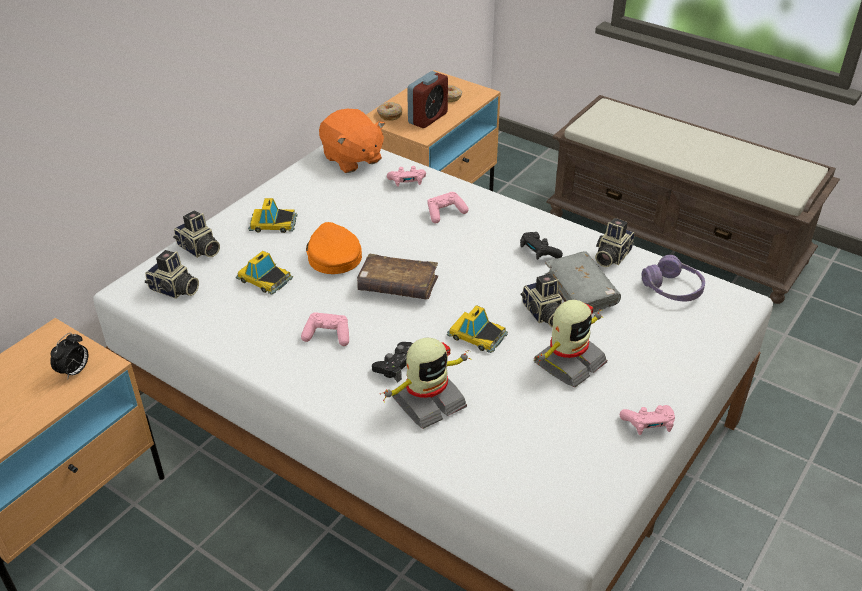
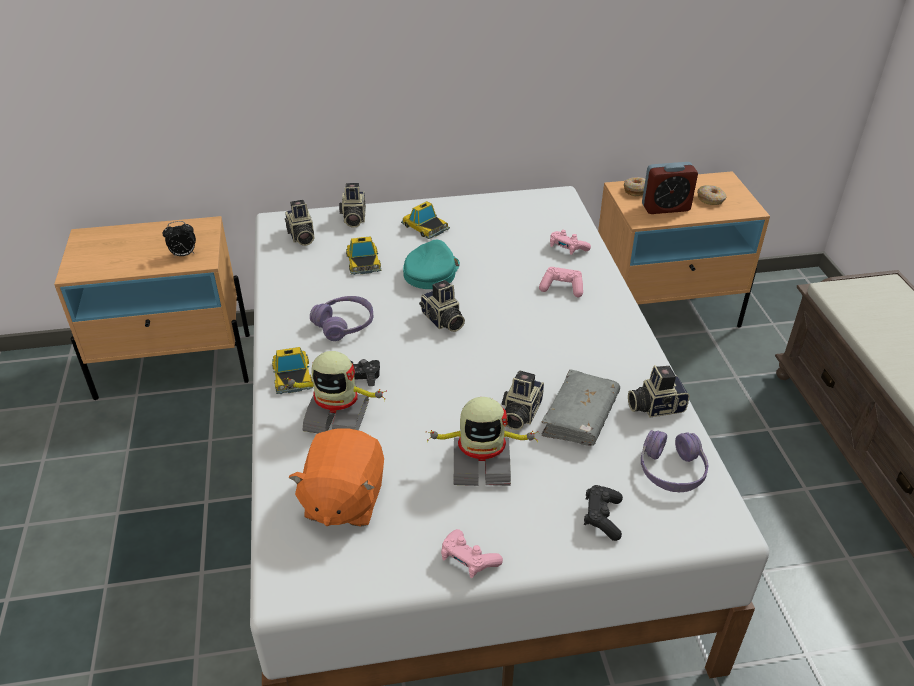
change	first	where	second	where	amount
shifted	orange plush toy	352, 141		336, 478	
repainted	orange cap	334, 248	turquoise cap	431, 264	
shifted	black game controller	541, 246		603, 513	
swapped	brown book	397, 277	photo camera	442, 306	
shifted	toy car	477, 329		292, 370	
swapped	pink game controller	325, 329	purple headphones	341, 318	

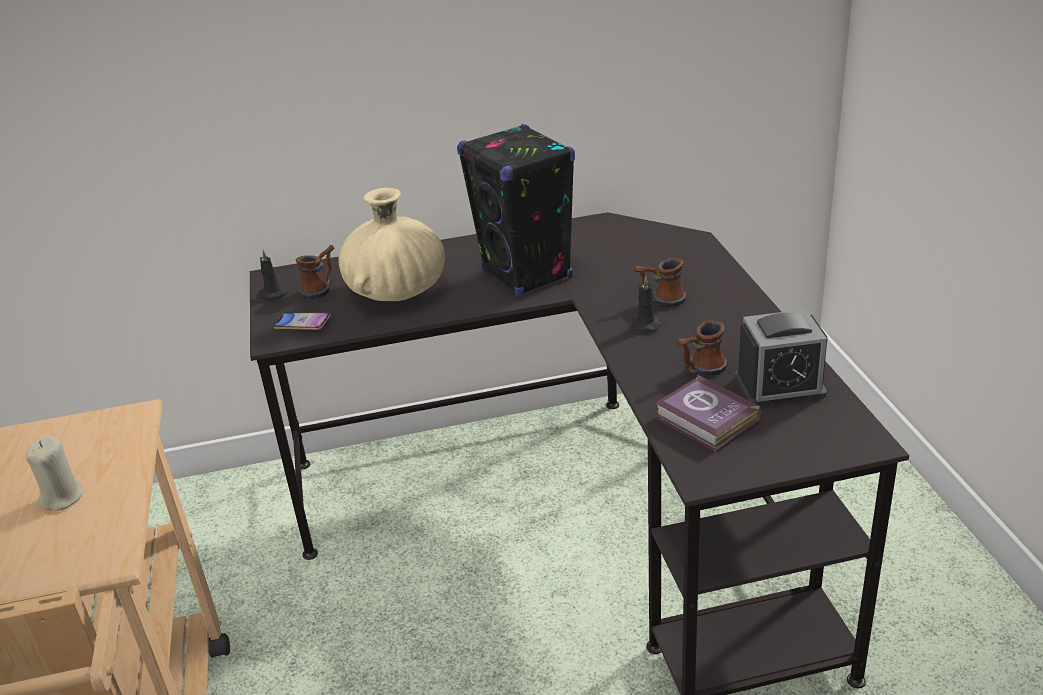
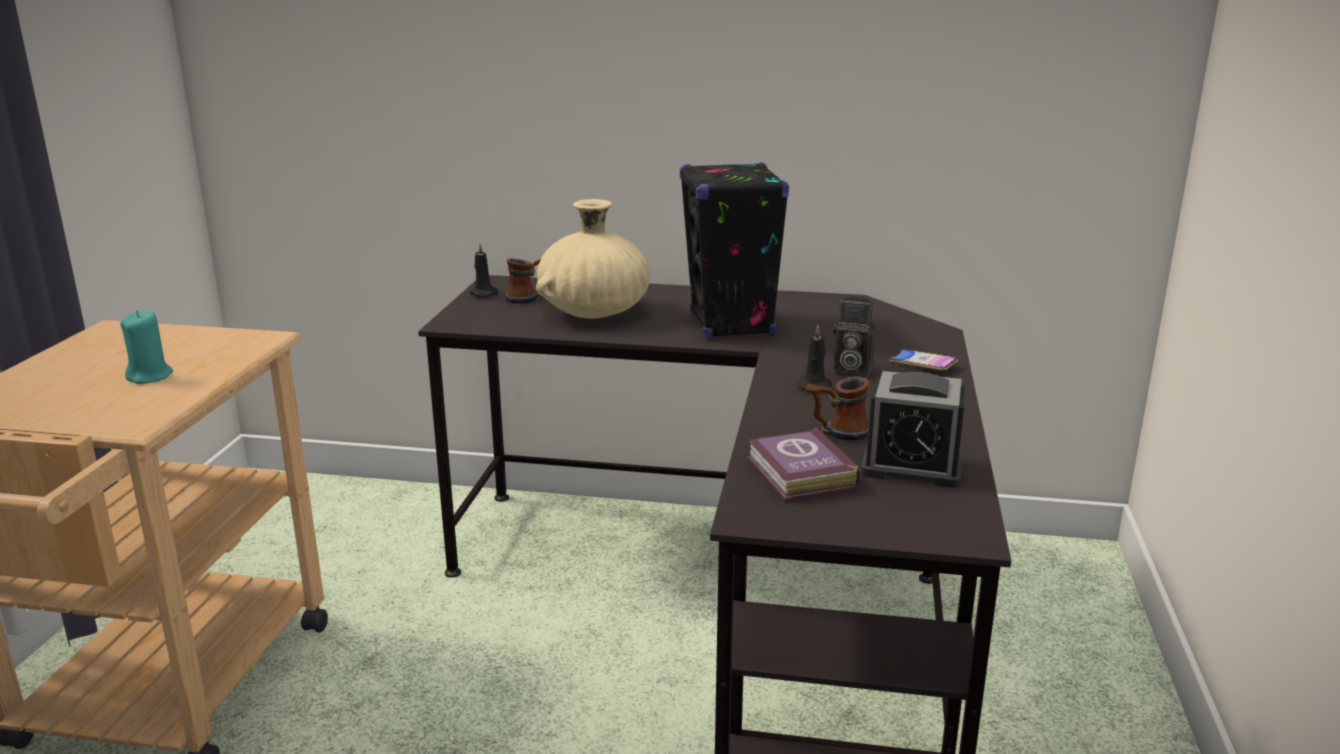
change	first	where	second	where	amount
swapped	mug	660, 282	photo camera	854, 337	
shifted	phone	302, 321		923, 360	
repainted	beige candle	54, 473	turquoise candle	146, 347	

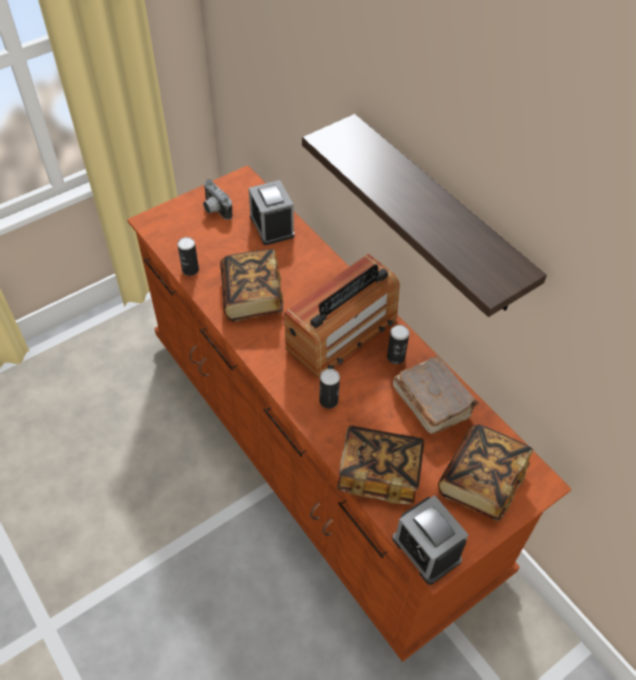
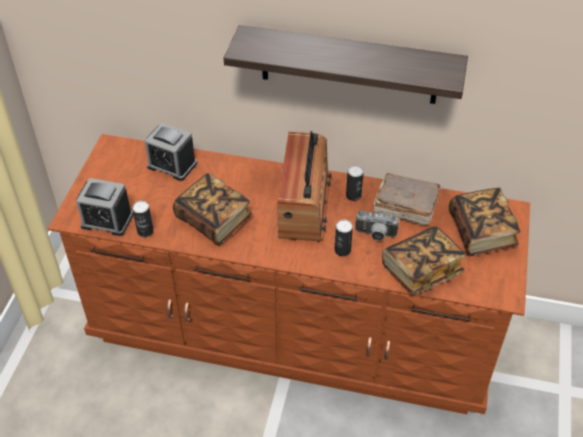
change	first	where	second	where	amount
shifted	photo camera	217, 199		377, 225	
shifted	alarm clock	430, 540		104, 207	

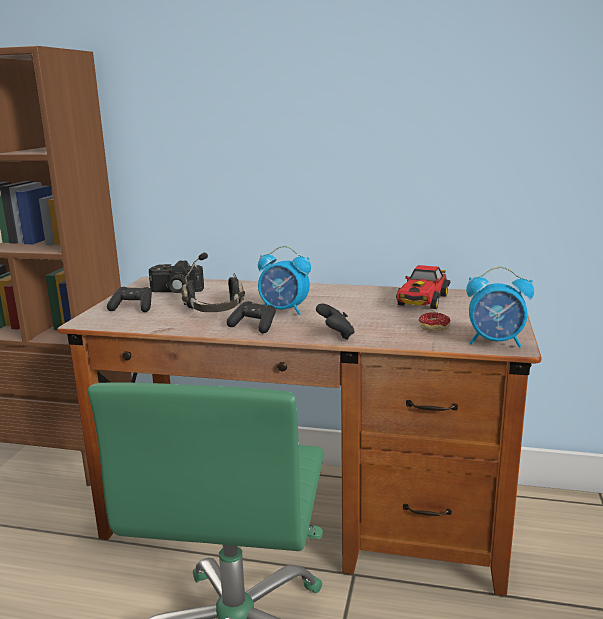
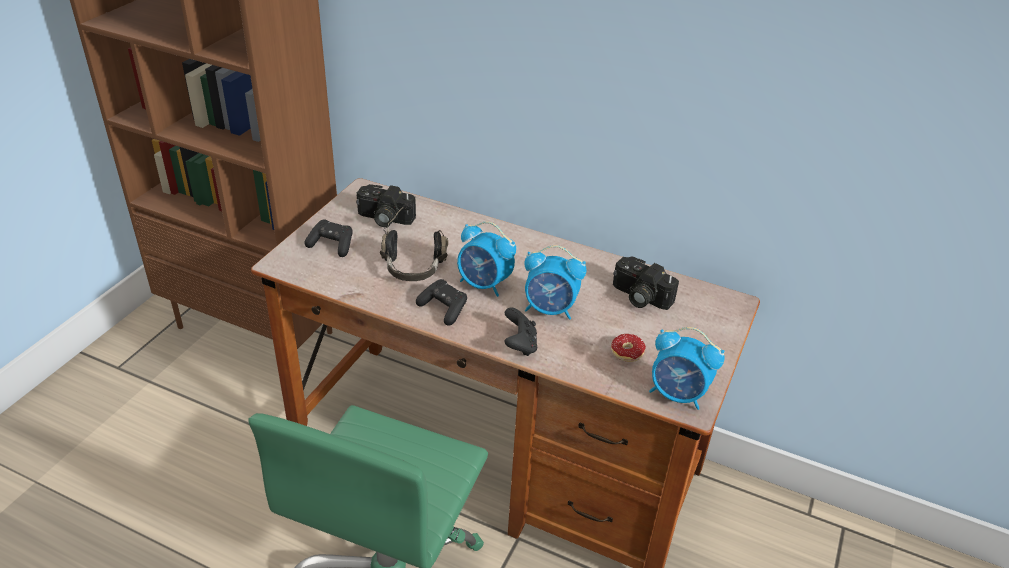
change	first	where	second	where	amount
swapped	toy car	423, 287	photo camera	646, 283	
new			alarm clock	555, 282	

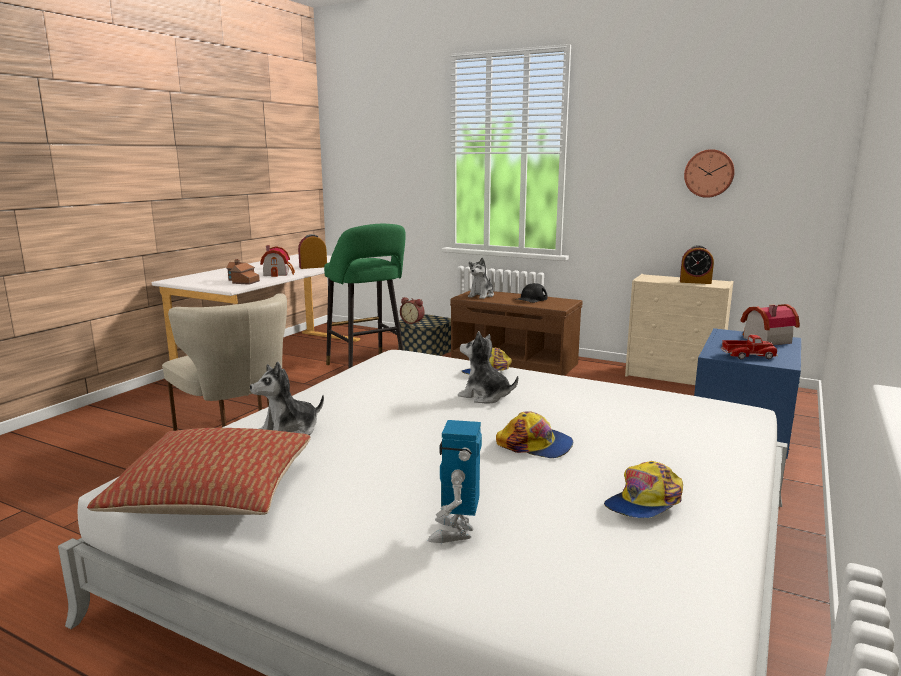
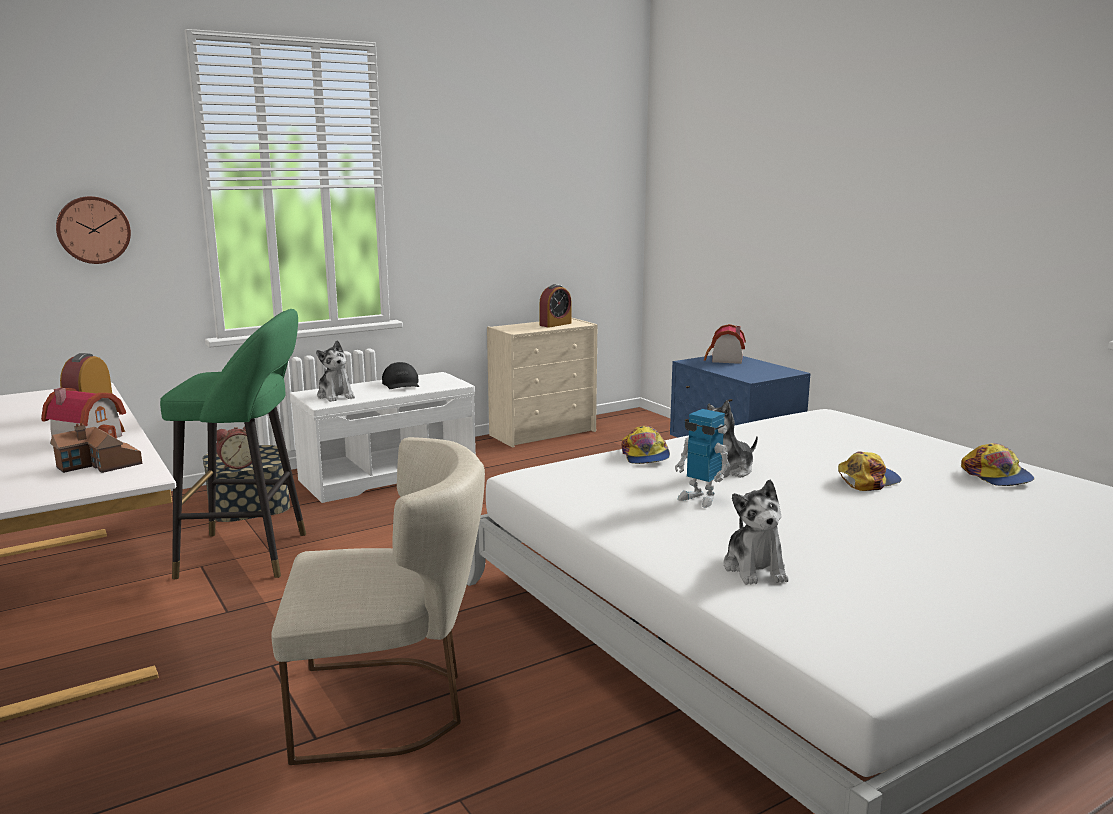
change	first	where	second	where	amount
shifted	wall clock	709, 173		93, 230	
repainted	brown bench	516, 333	white bench	383, 437	
gone	toy truck	749, 347			
shifted	toy robot	455, 481		702, 458	
gone	pillow	199, 471			

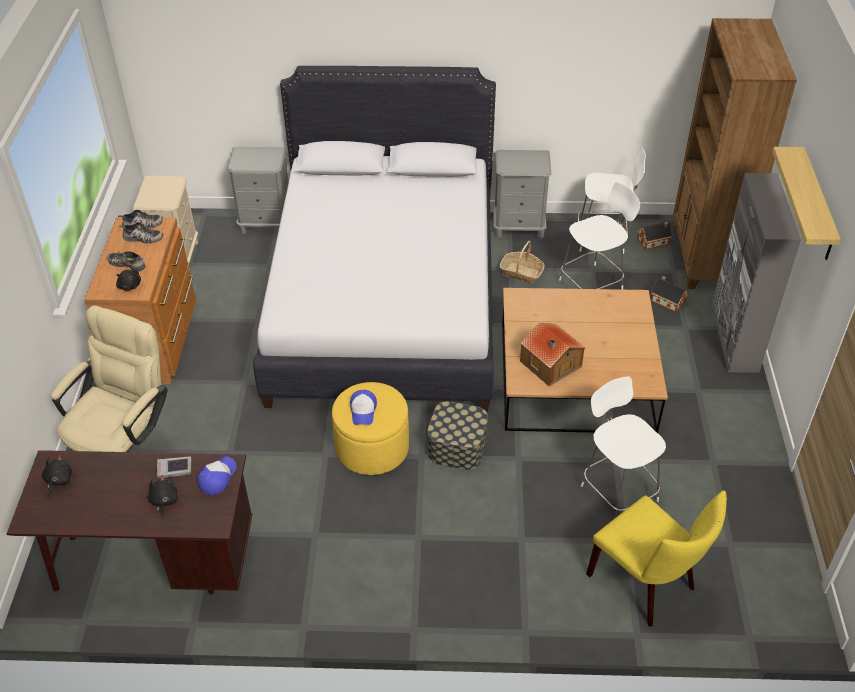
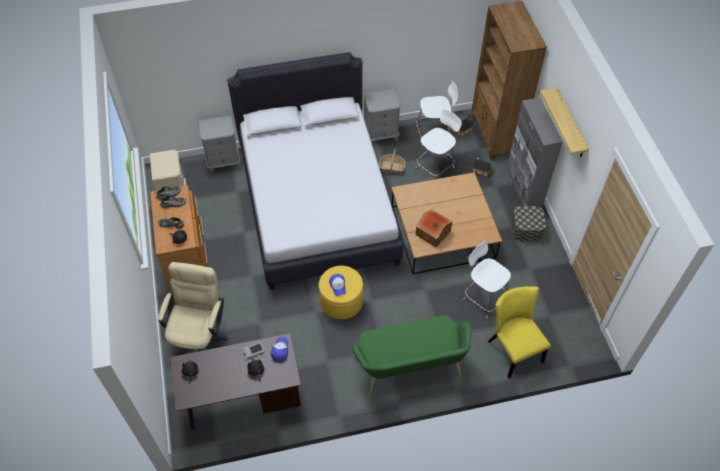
change	first	where	second	where	amount
shifted	storage box	457, 435		528, 224	
rotated	yellow chair	656, 559		519, 332	150 degrees counterclockwise
new			green bench	411, 356	

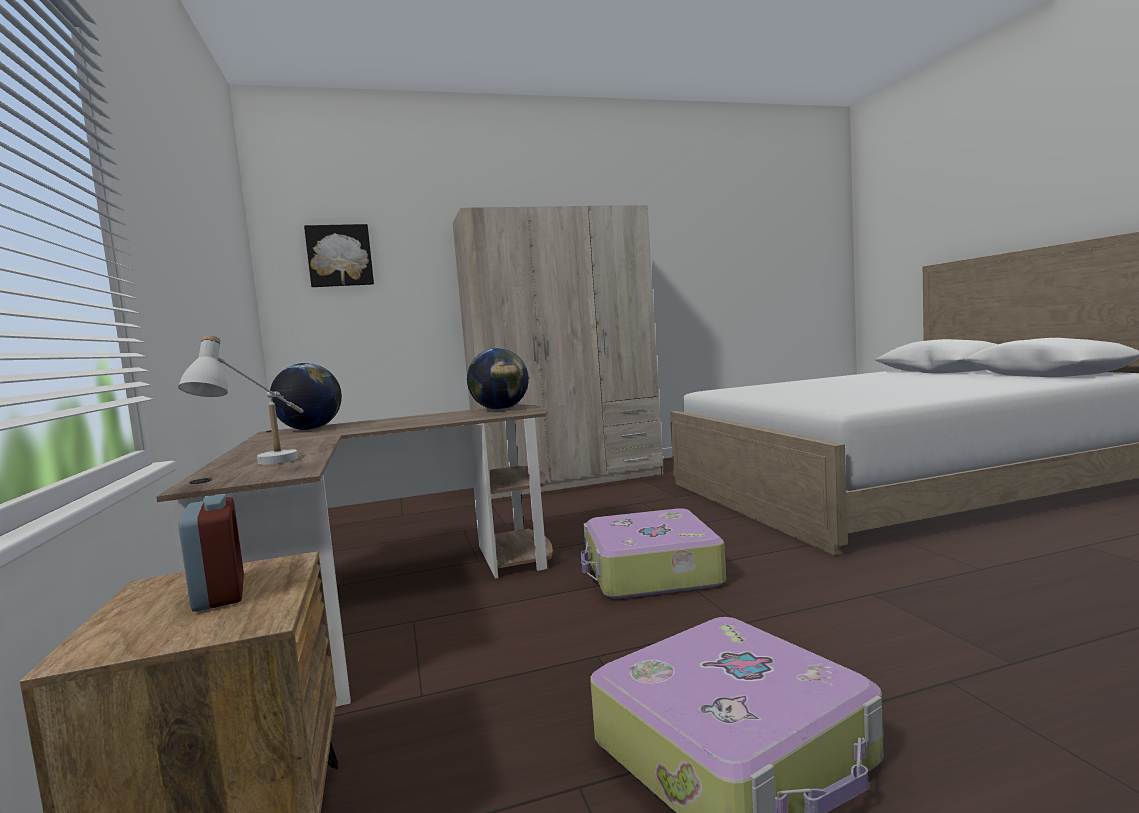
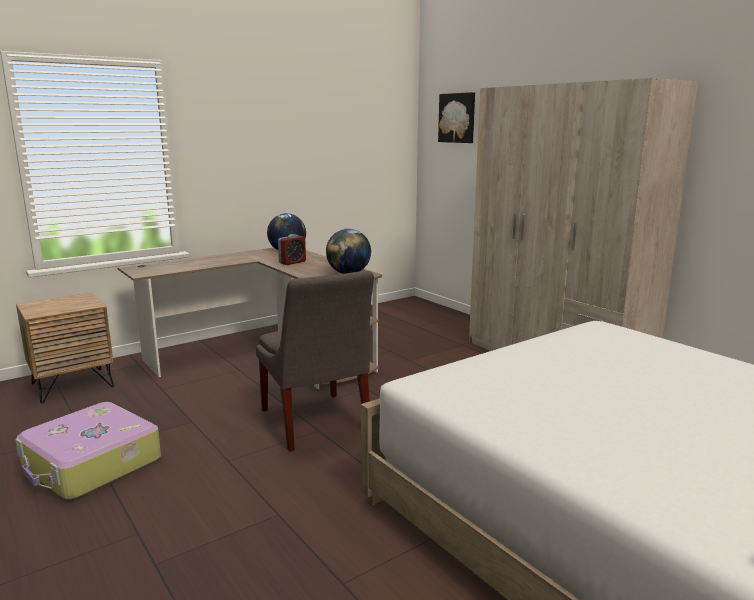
change	first	where	second	where	amount
gone	white table lamp	241, 400			
shifted	alarm clock	211, 553		292, 249	
swapped	suitcase	653, 553	grey chair	315, 361	

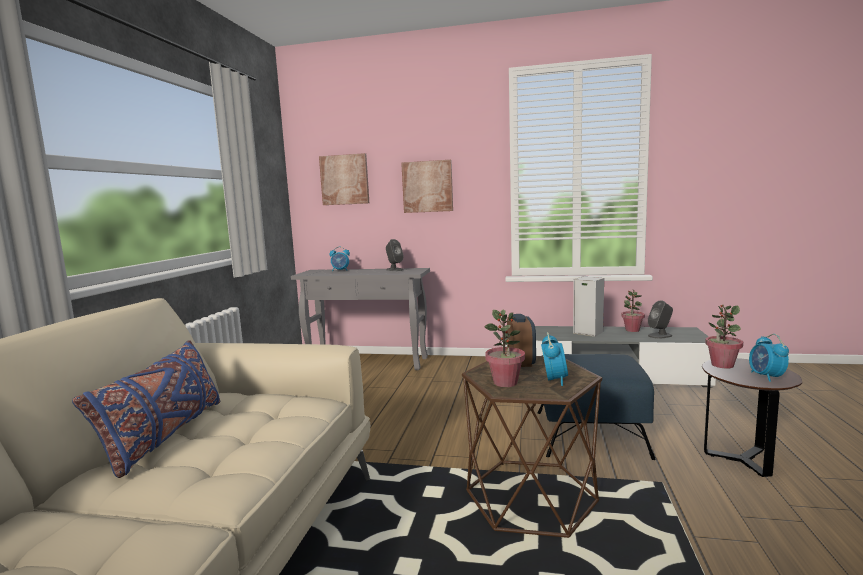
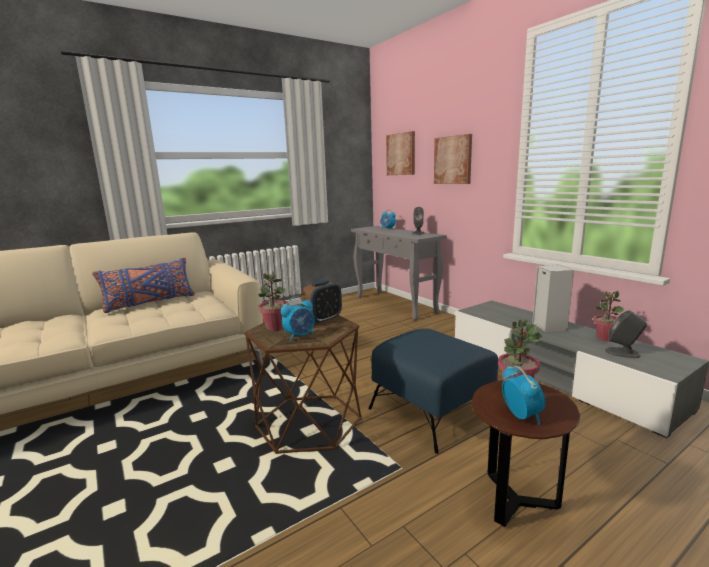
change	first	where	second	where	amount
rotated	alarm clock	769, 358		524, 395	120 degrees clockwise

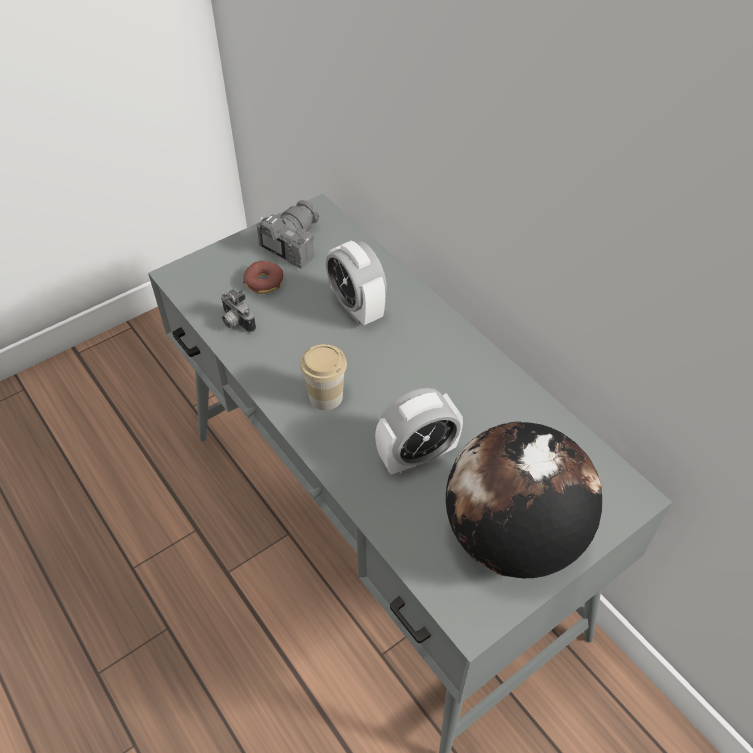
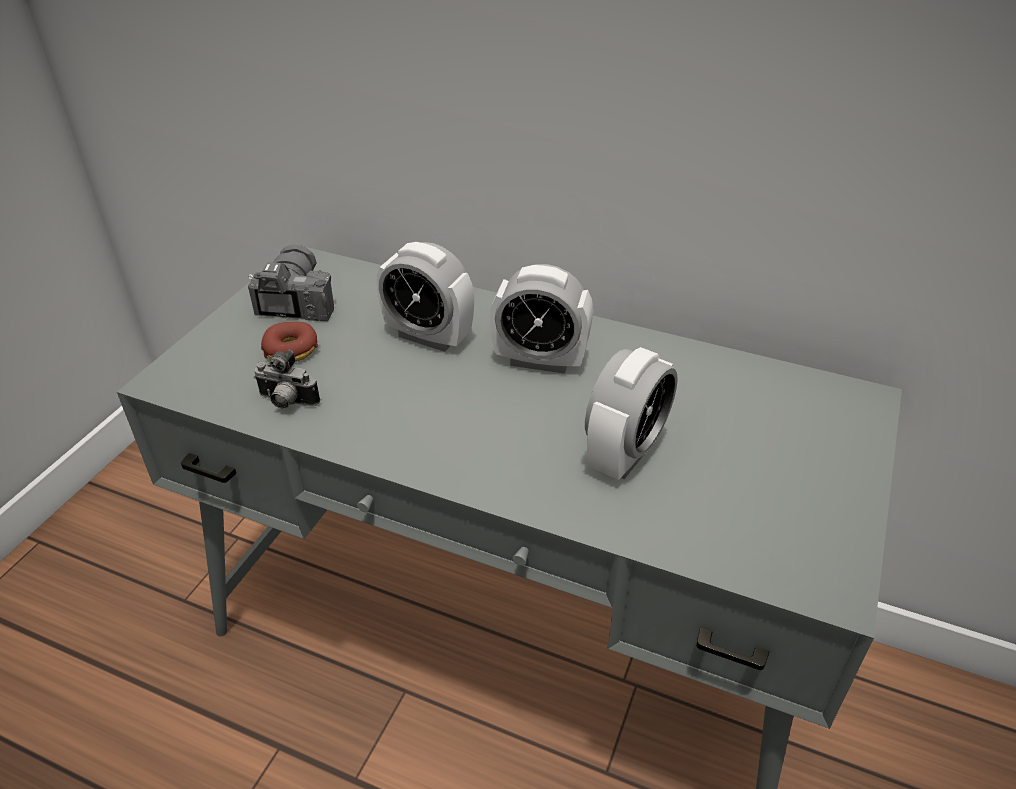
change	first	where	second	where	amount
gone	cup	323, 377			
gone	globe	524, 499			
new			alarm clock	541, 319	

